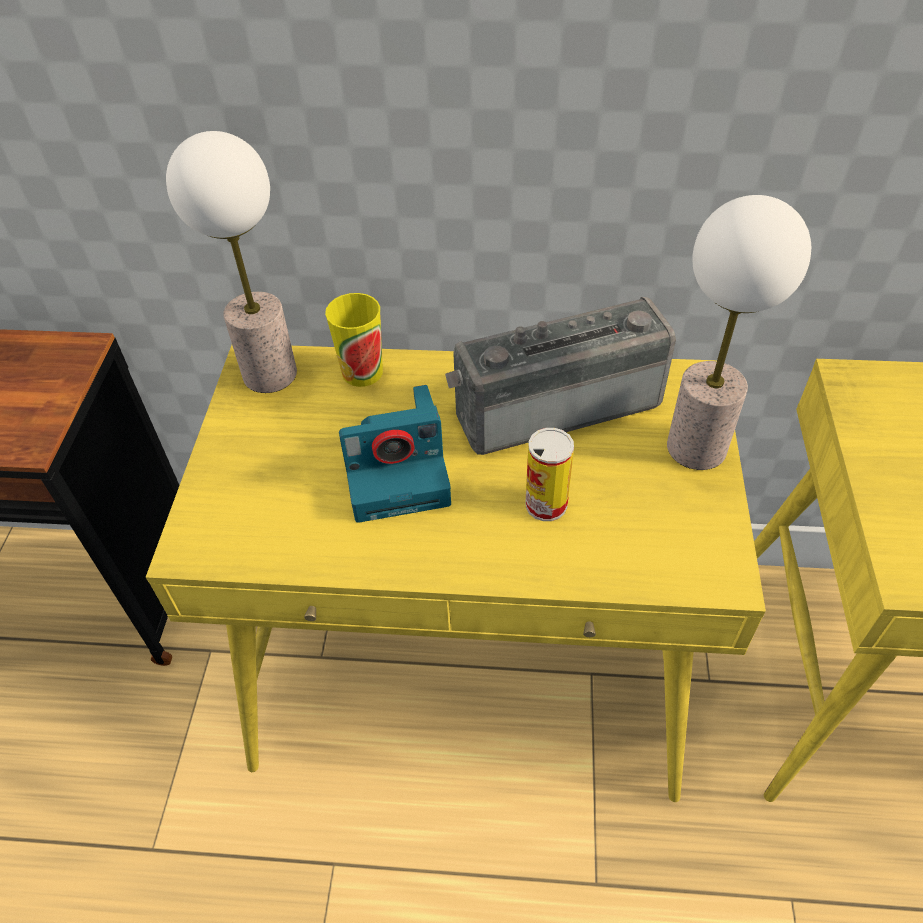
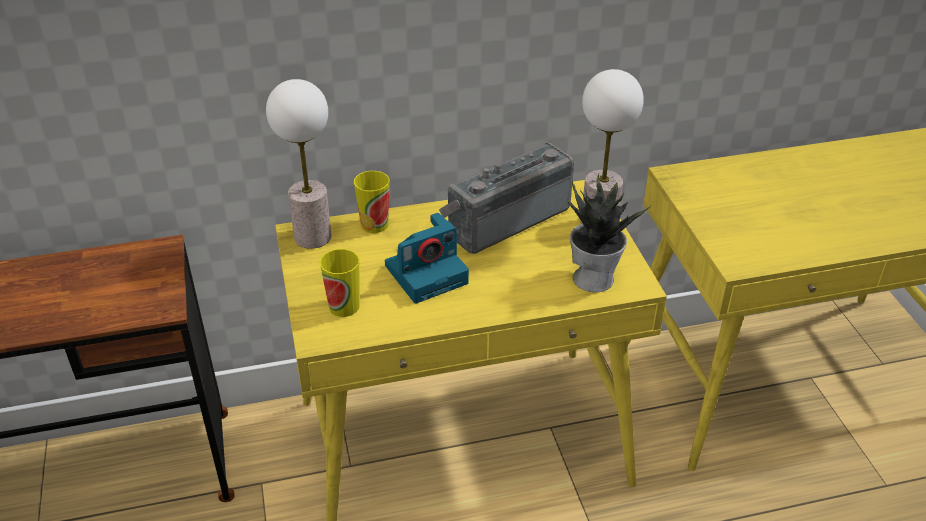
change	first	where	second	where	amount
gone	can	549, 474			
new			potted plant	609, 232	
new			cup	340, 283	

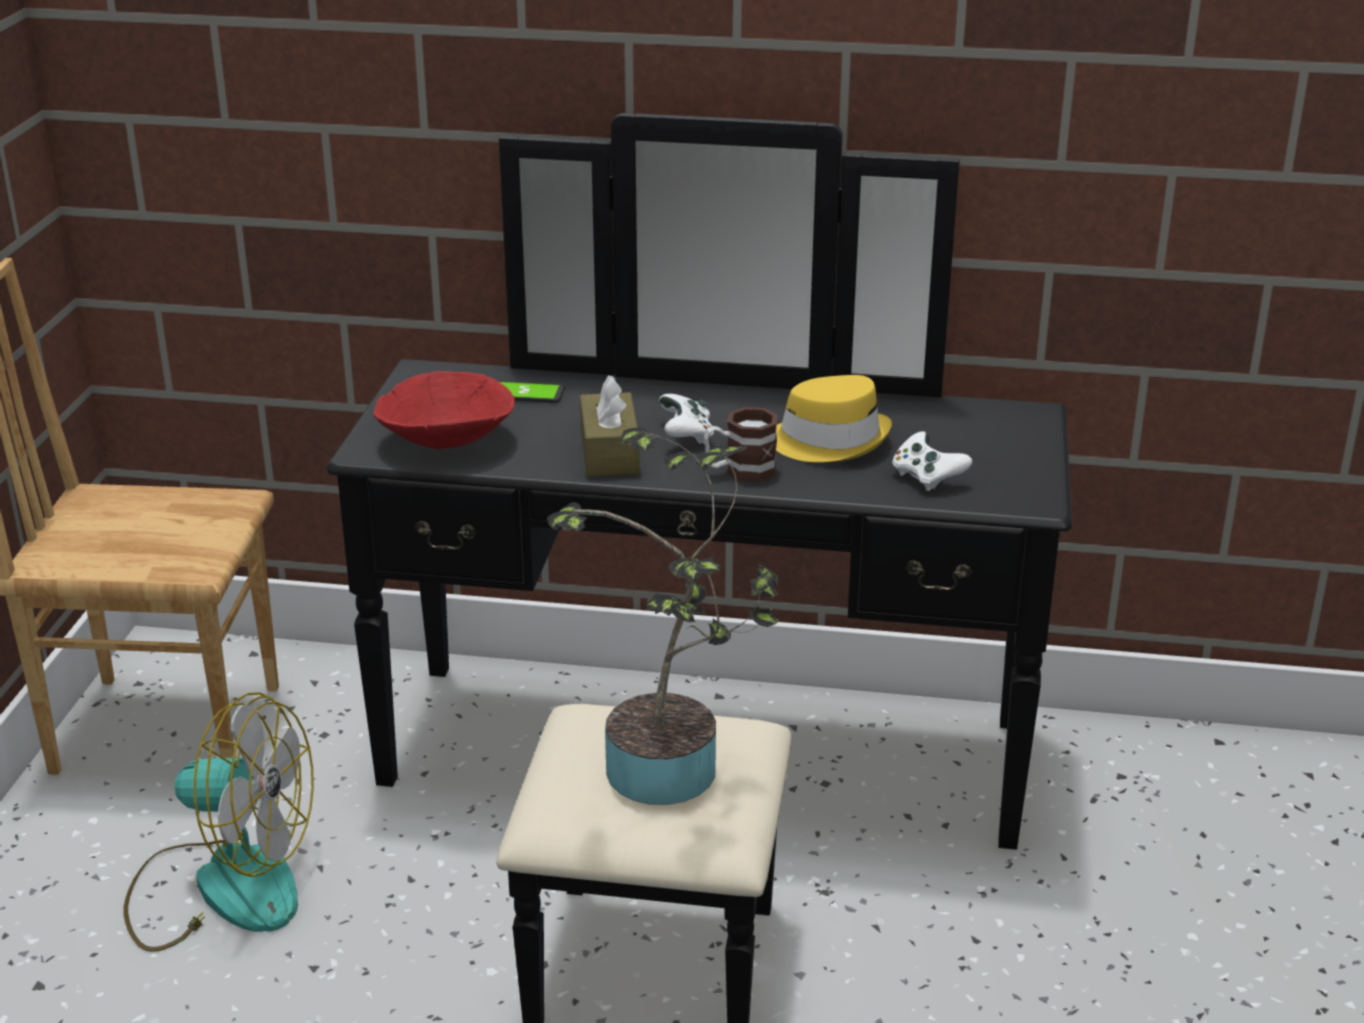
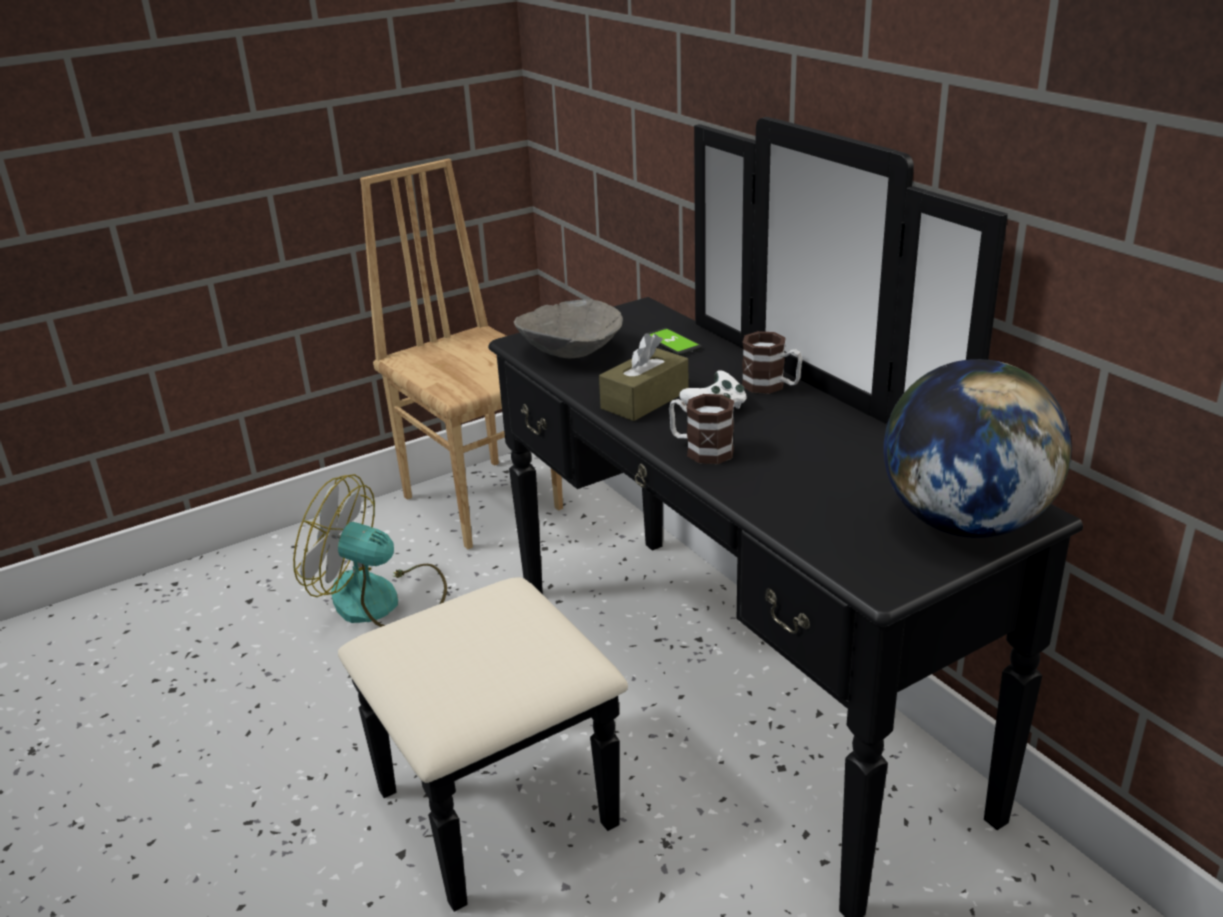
change	first	where	second	where	amount
repainted	red bowl	444, 410	grey bowl	568, 328	
gone	yellow hat	834, 418			
gone	potted plant	663, 616			
gone	white game controller	932, 461			
rotated	fan	219, 822		370, 550	135 degrees clockwise
new			mug	772, 362	
new			globe	977, 448	

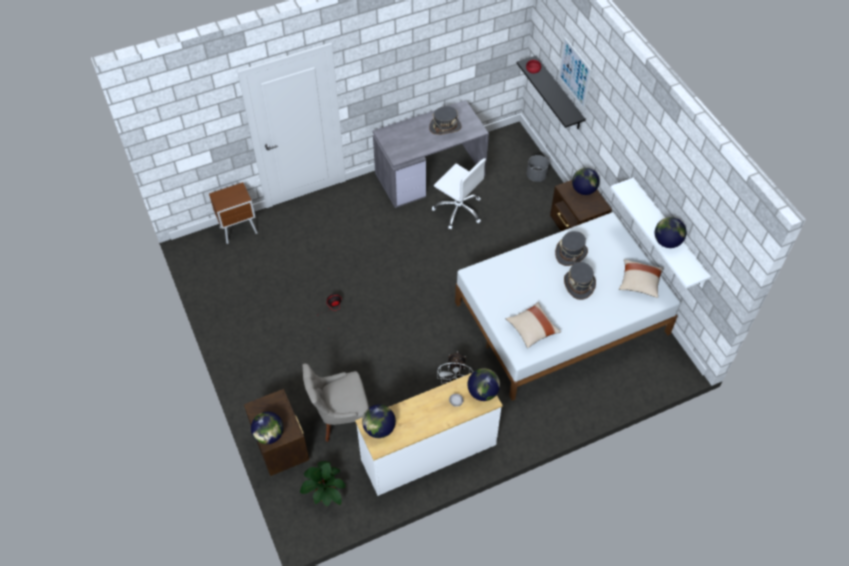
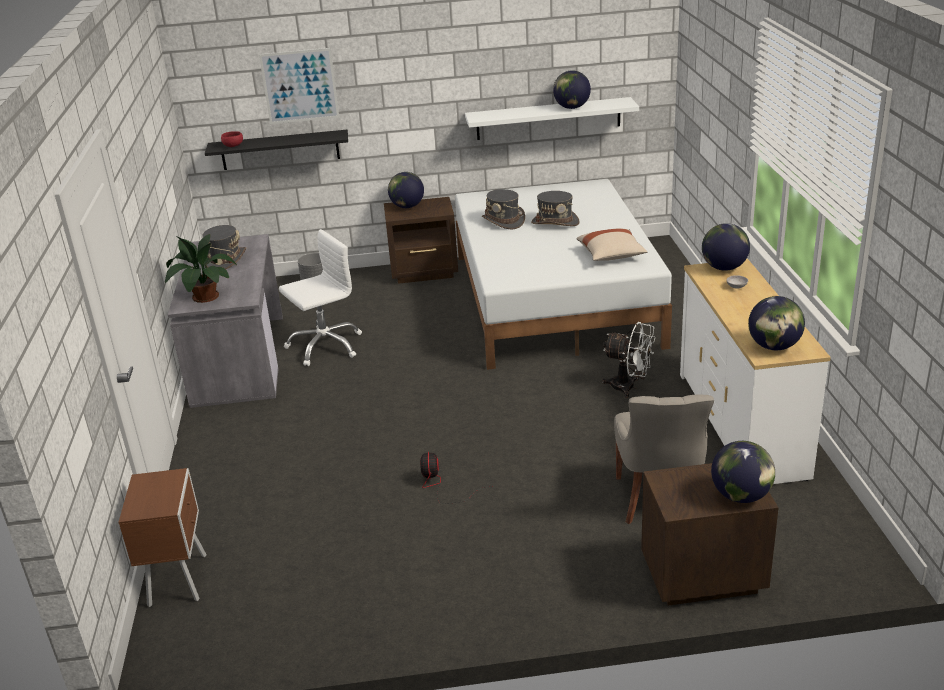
change	first	where	second	where	amount
gone	beige pillow	641, 278			
shifted	potted plant	323, 483		201, 268	

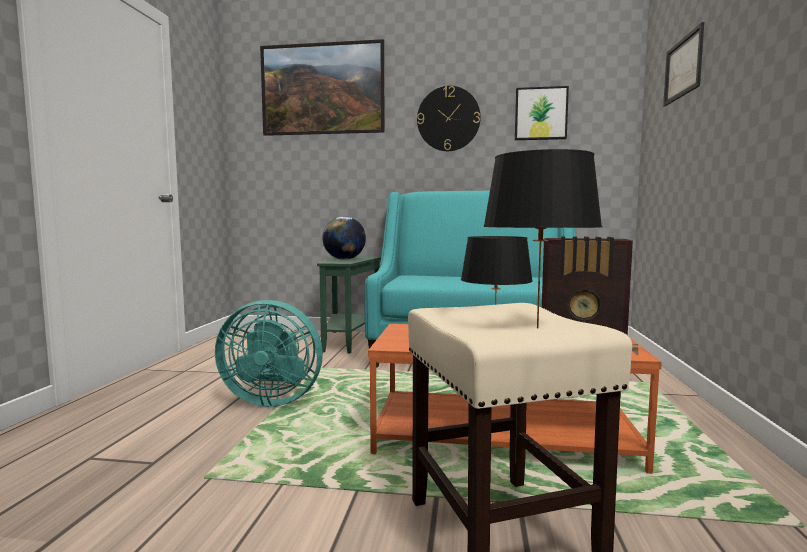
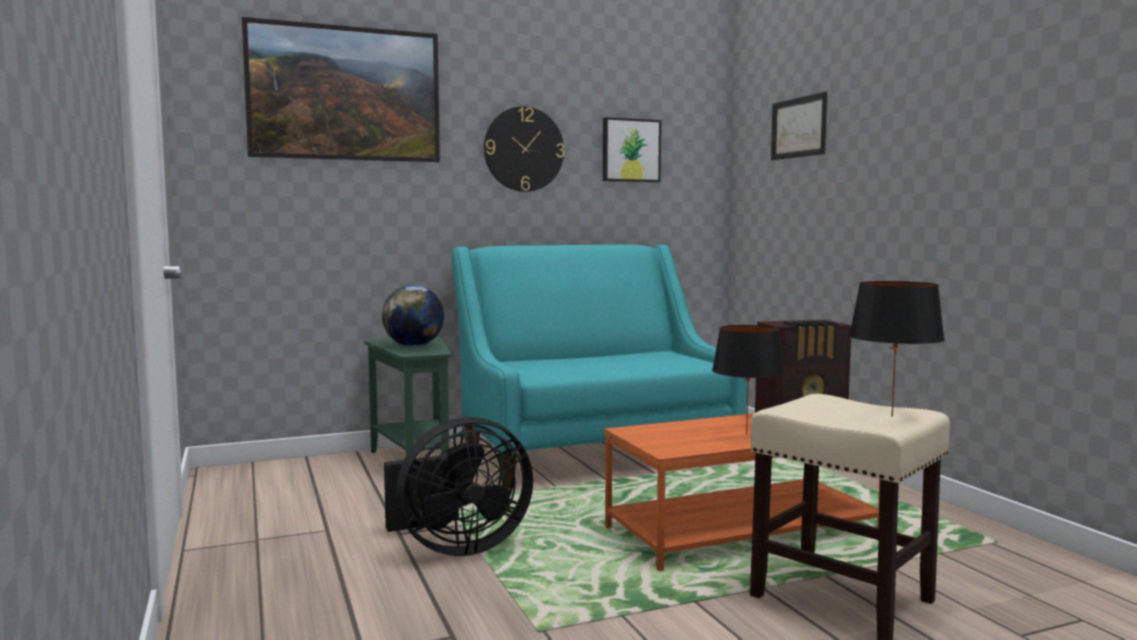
change	first	where	second	where	amount
repainted	turquoise fan	269, 353	black fan	458, 486	

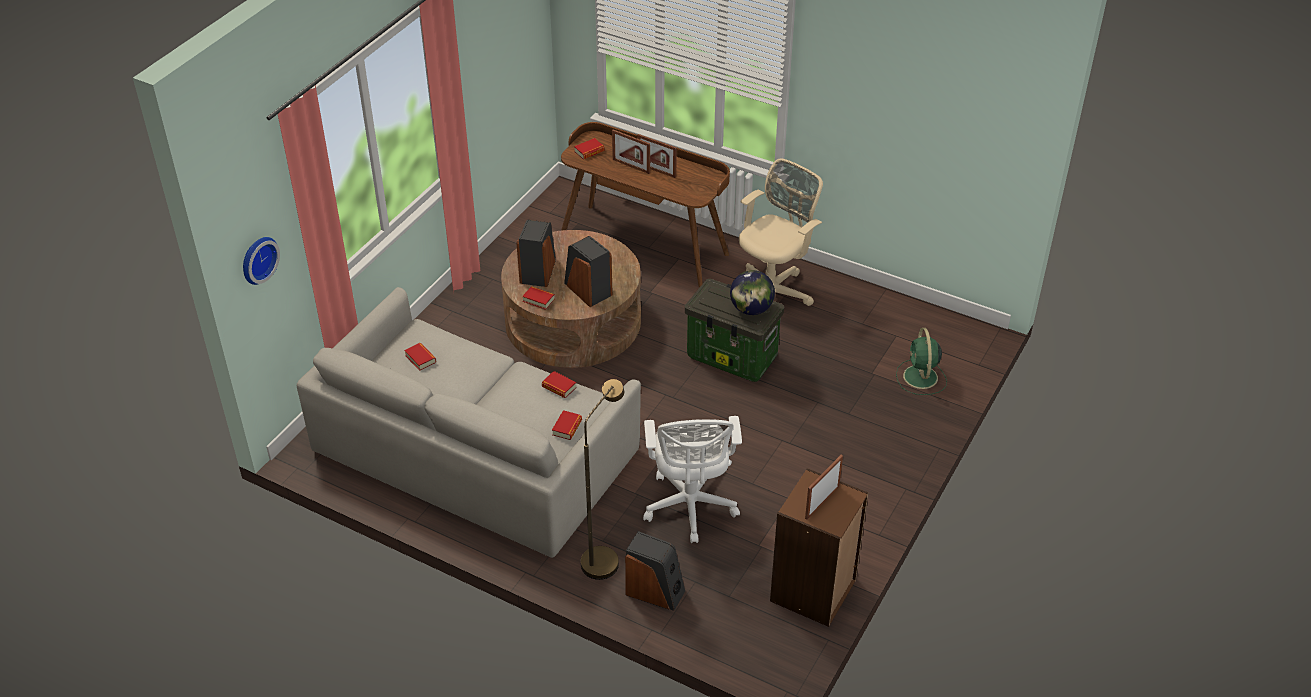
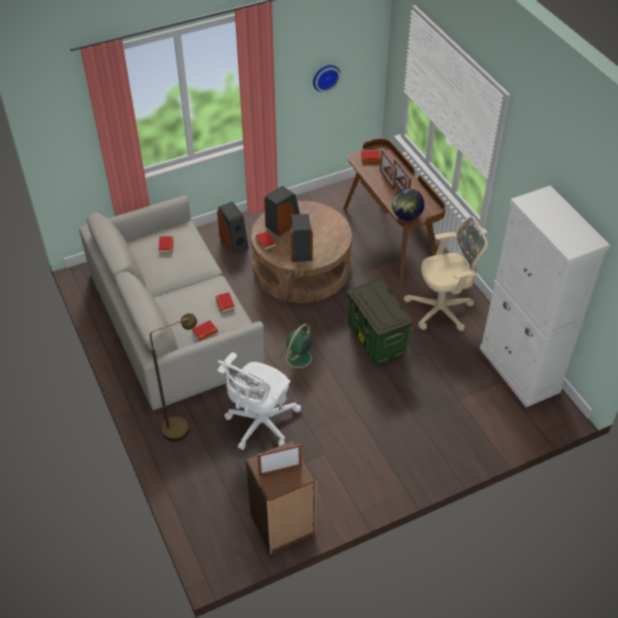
change	first	where	second	where	amount
shifted	wall clock	261, 261		327, 78	
shifted	globe	752, 292		408, 204	
shifted	green fan	921, 361		298, 349	
shifted	speaker	655, 571		233, 228	
new			white cabinet	545, 296	

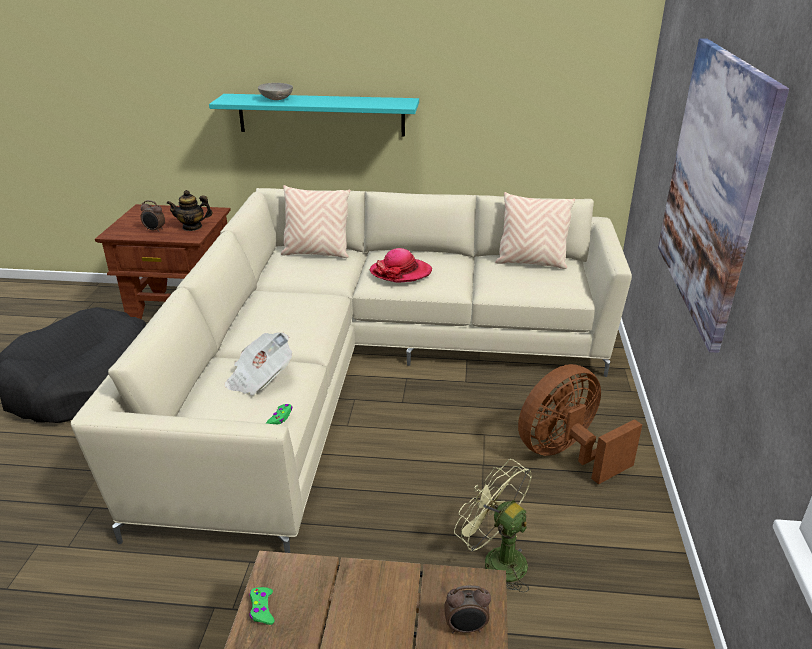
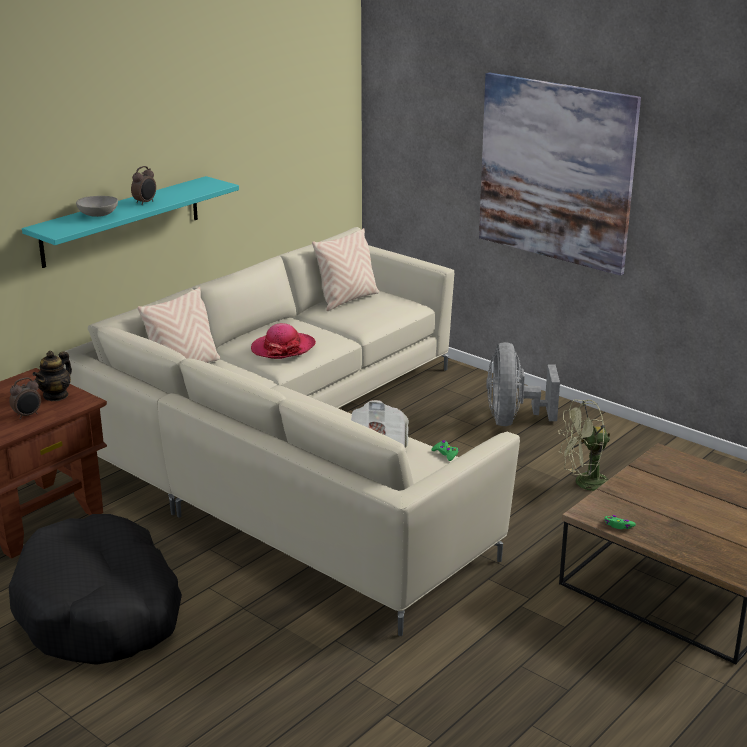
change	first	where	second	where	amount
repainted	brown fan	580, 424	grey fan	523, 384	
shifted	alarm clock	468, 609		143, 185	

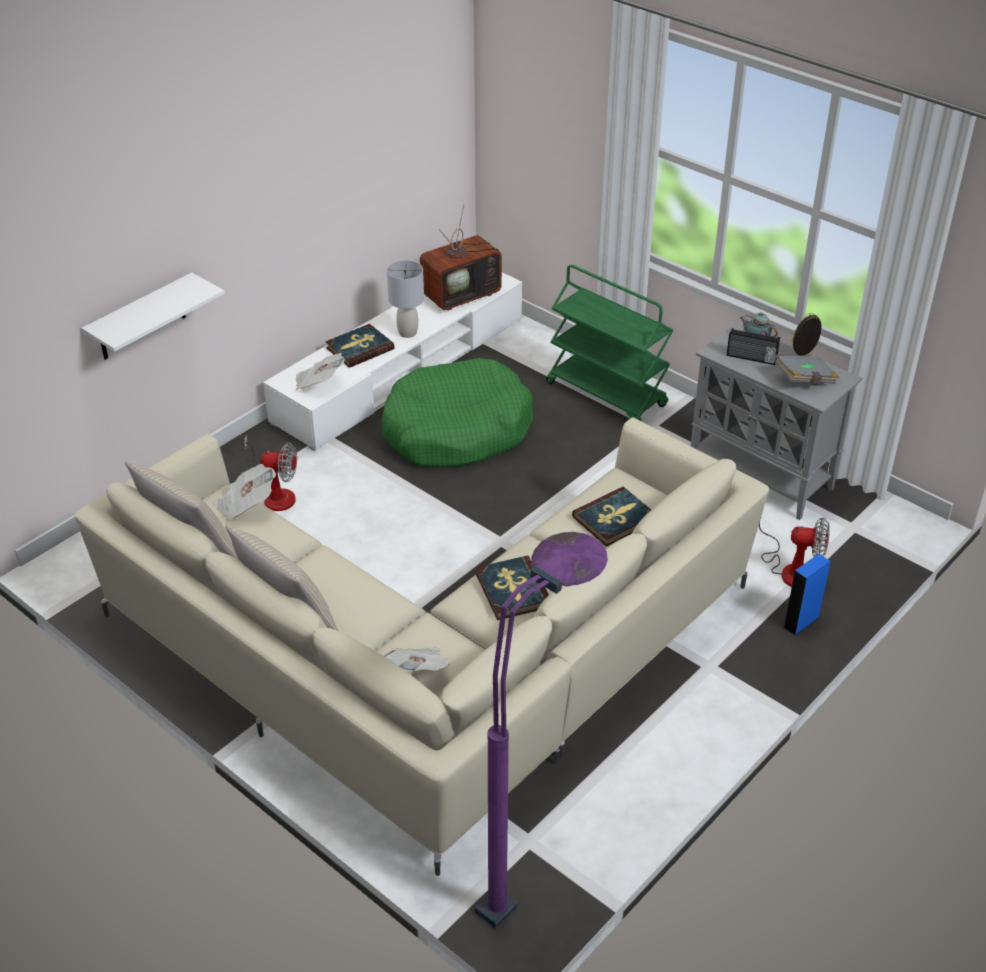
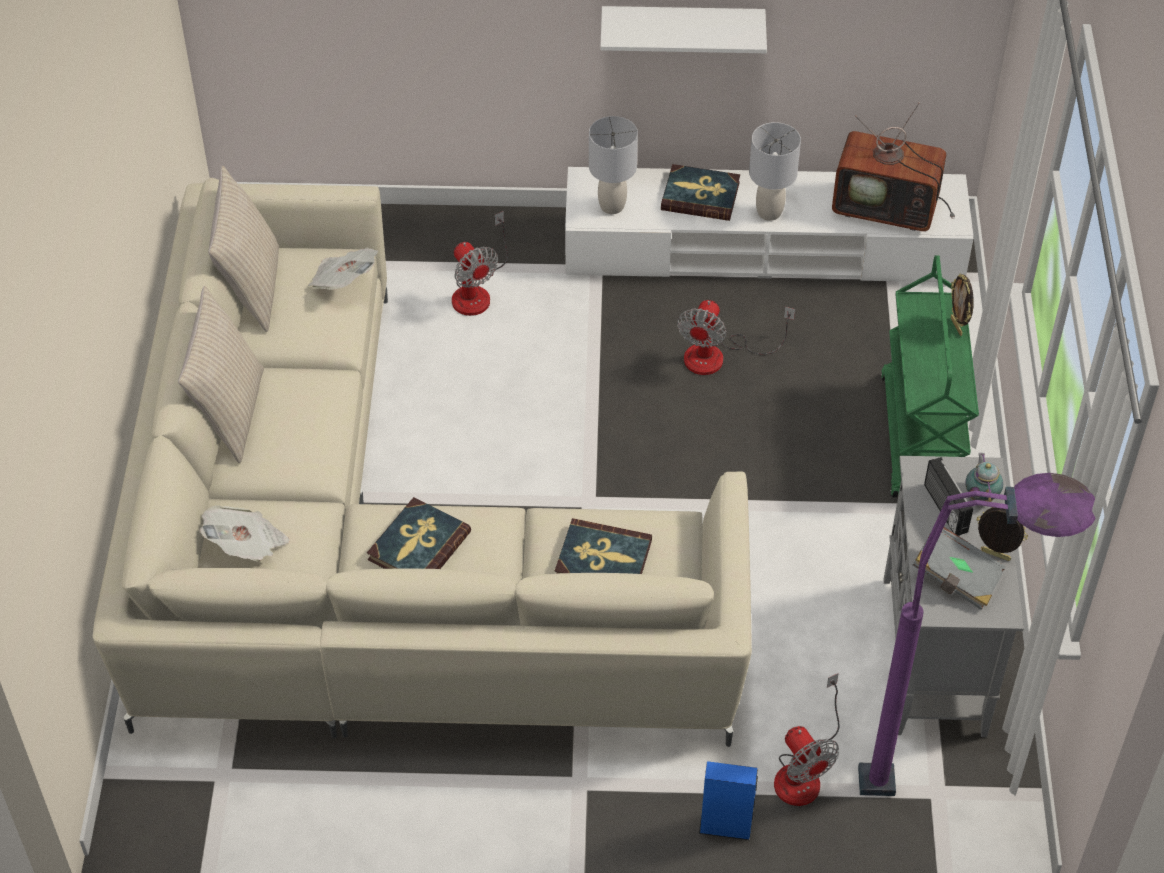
change	first	where	second	where	amount
shifted	white shelf	153, 316		683, 29	
swapped	newspaper	320, 371	grey table lamp	613, 165	
swapped	green dog bed	457, 412	fan	736, 337	
shifted	purple floor lamp	541, 730		977, 634	
new			picture frame	962, 304	

